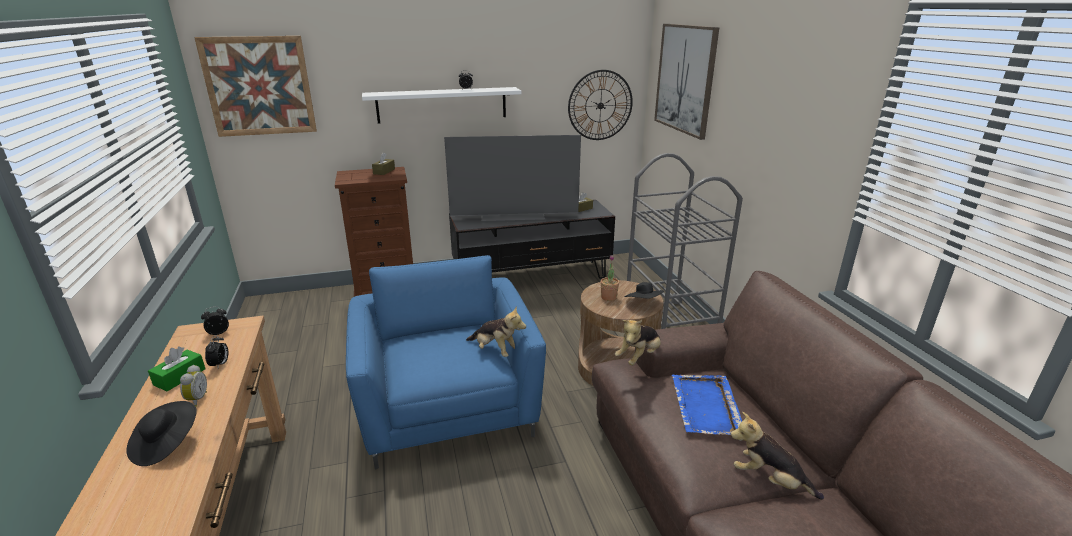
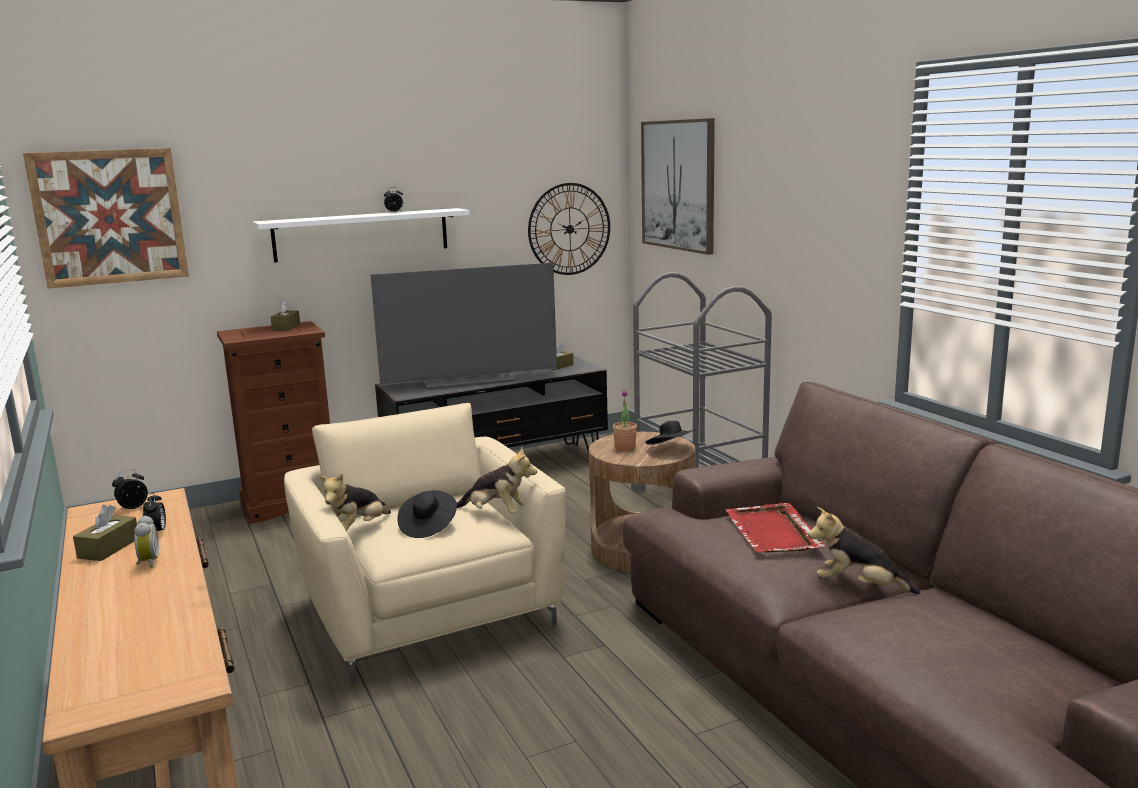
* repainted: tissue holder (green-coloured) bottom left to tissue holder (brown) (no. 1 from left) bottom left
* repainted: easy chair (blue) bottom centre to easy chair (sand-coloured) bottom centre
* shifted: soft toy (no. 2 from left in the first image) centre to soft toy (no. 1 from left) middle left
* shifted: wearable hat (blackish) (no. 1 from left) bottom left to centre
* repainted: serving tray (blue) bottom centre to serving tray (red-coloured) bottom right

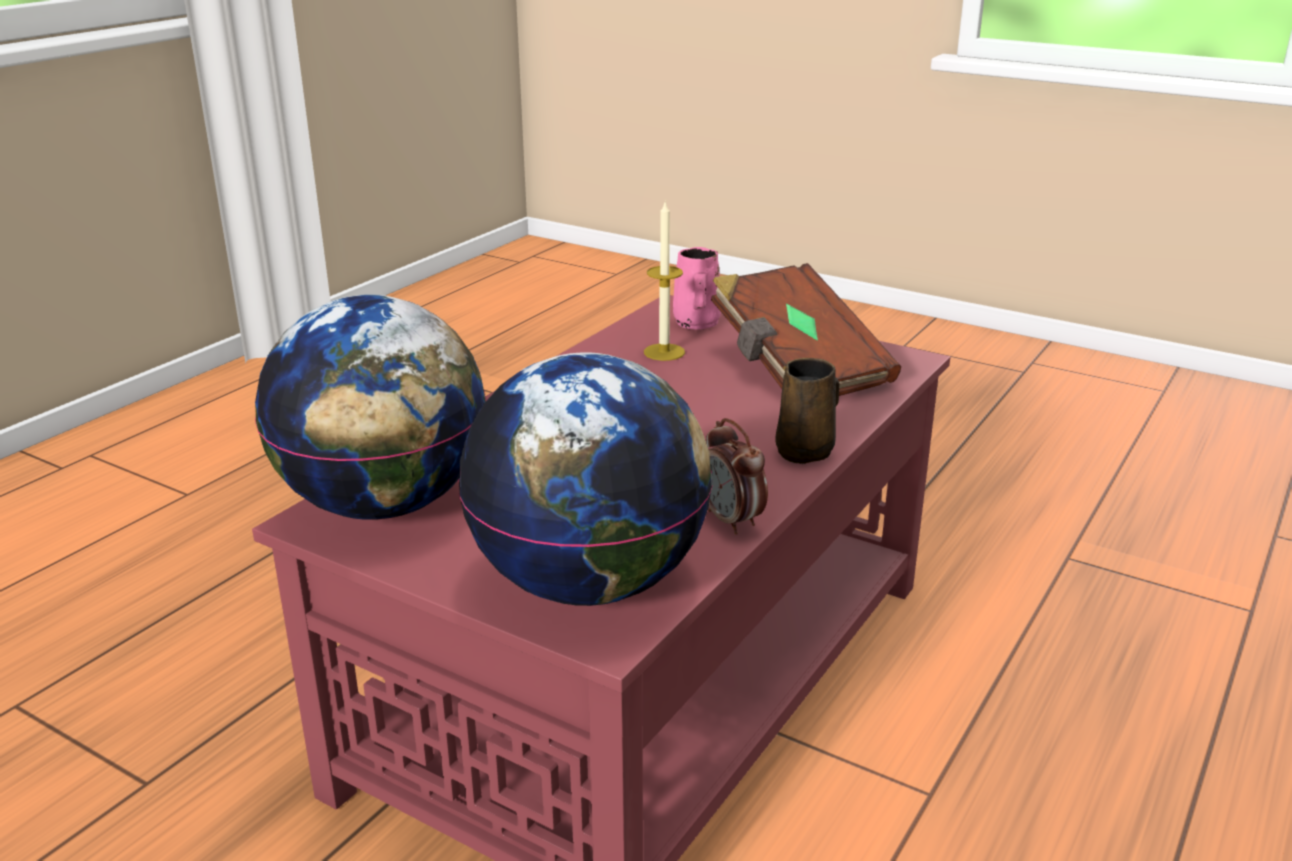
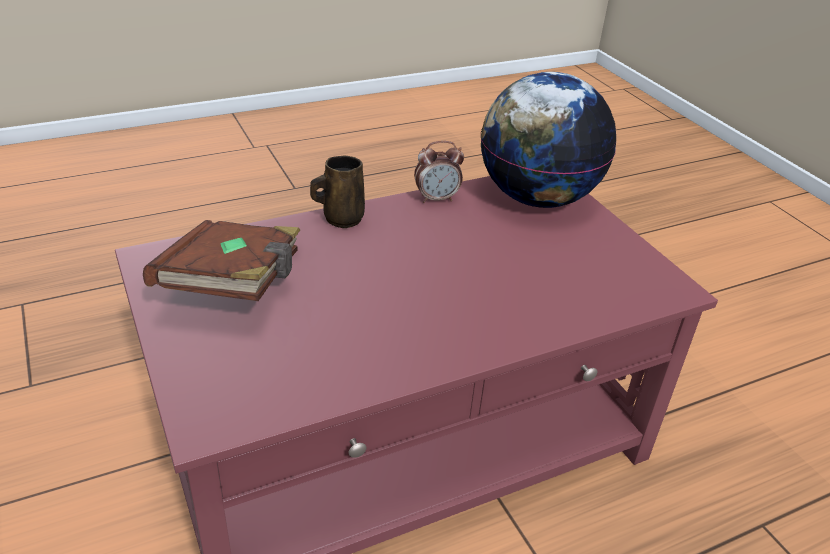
* rotated: alarm clock centre = top centre 75 degrees clockwise
* gone: desk globe (no. 1 from left) middle left
* gone: candle top centre
* gone: mug (pink-coloured) centre

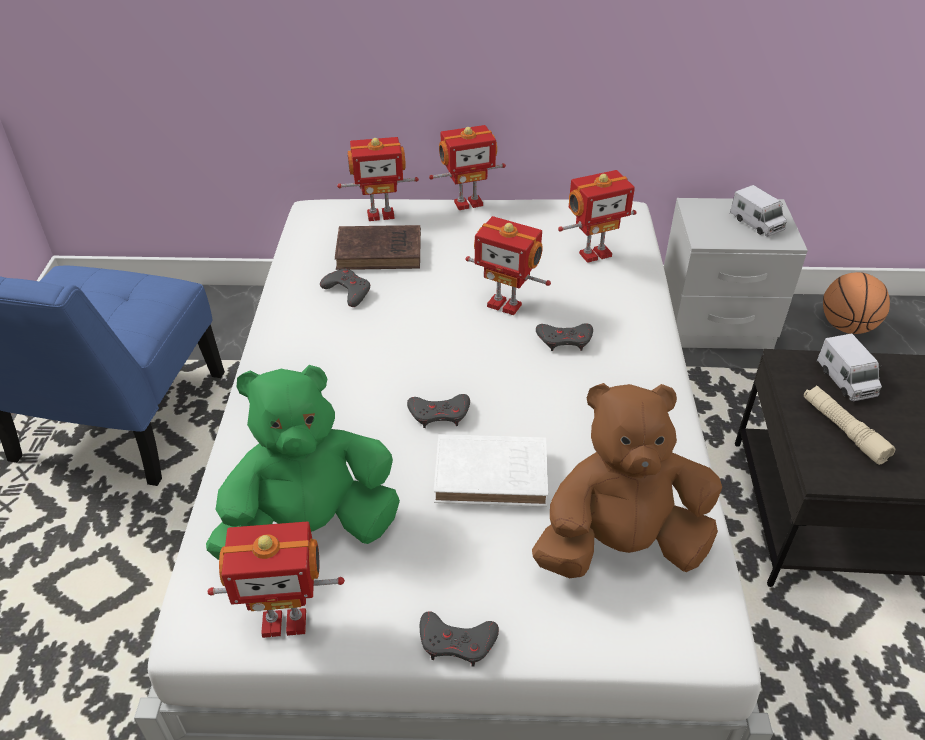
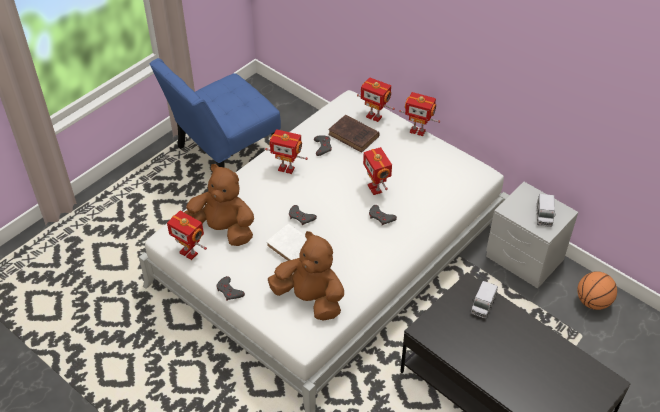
* repainted: soft toy (green-coloured) middle left to soft toy (brown) (no. 1 from left) middle left
* shifted: toy robot (no. 5 from left in the first image) top centre to toy robot (no. 2 from left) centre
* gone: hand torch (sand-coloured) middle right

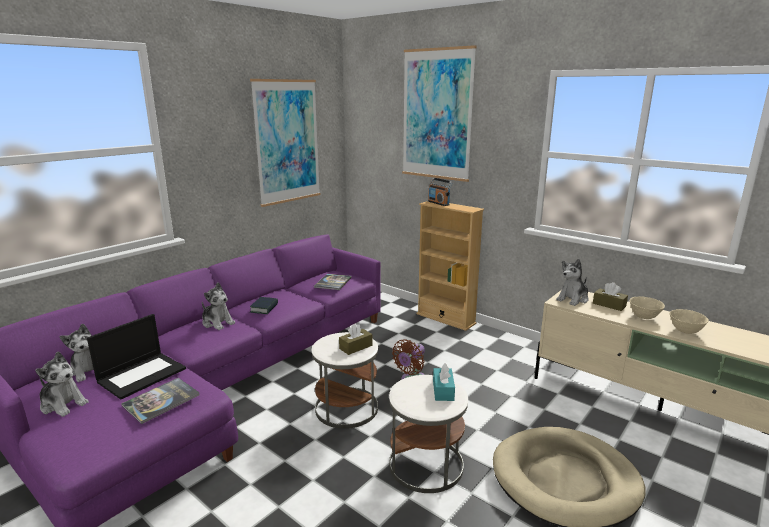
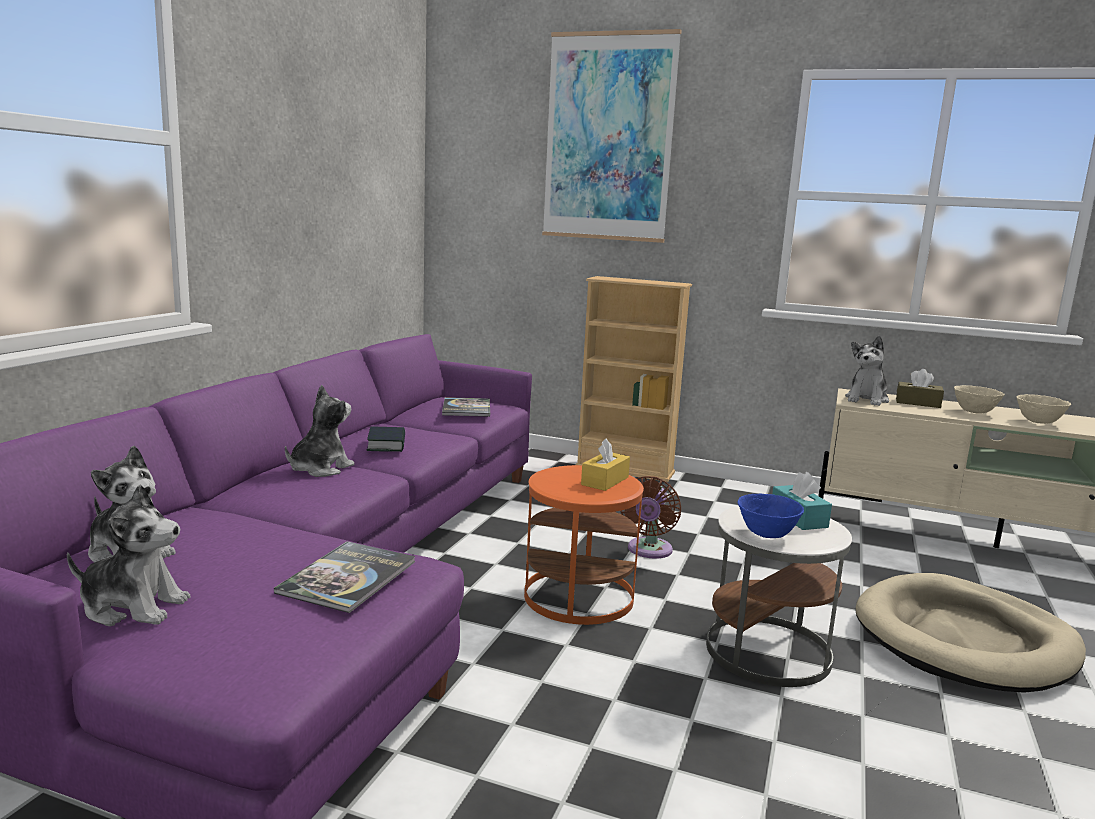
* rotated: soft toy (no. 3 from left) middle left = middle left 75 degrees counterclockwise
* repainted: end table (white-coloured) (no. 1 from left) bottom centre to end table (orange-coloured) centre
* repainted: tissue holder (brown) (no. 1 from left) centre to tissue holder (yellow-coloured) centre
* new: deep dish (blue) middle right
* gone: portable computer bottom left
* gone: wall art (no. 1 from left) top centre
* gone: radio receiver centre

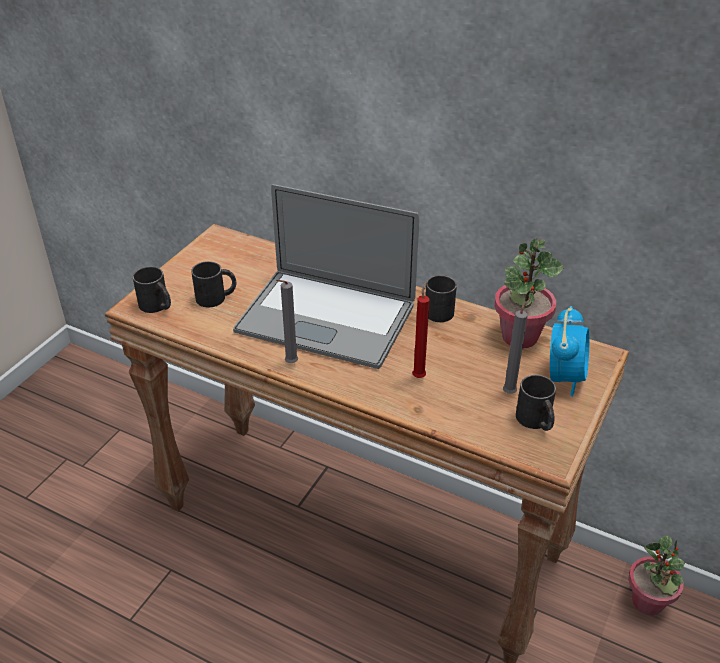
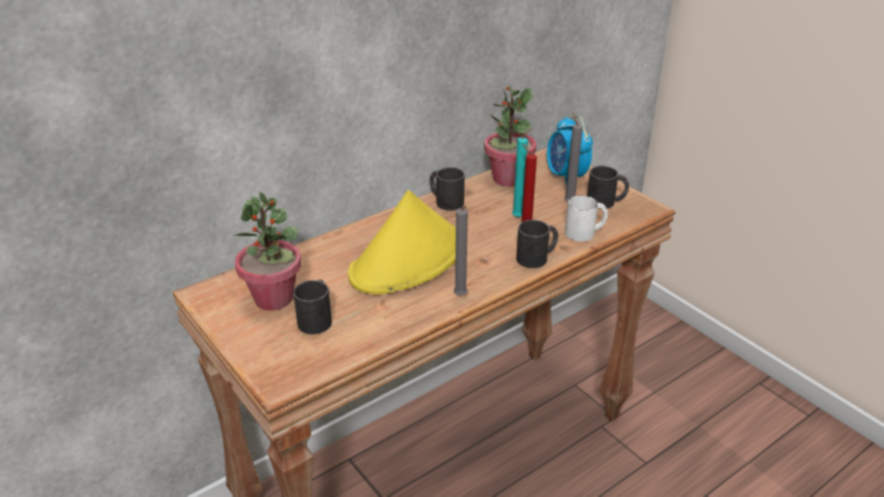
* shifted: plant in a pot (no. 2 from left in the first image) bottom right to plant in a pot (no. 1 from left) middle left
* swapped: portable computer centre to wearable hat (yellow-coloured) centre
* new: candle (blue-green) centre
* shifted: mug (blackish) (no. 1 from left in the first image) middle left to mug (blackish) (no. 3 from left) centre
* rotated: alarm clock middle right = top centre 150 degrees counterclockwise
* new: mug (white-coloured) centre

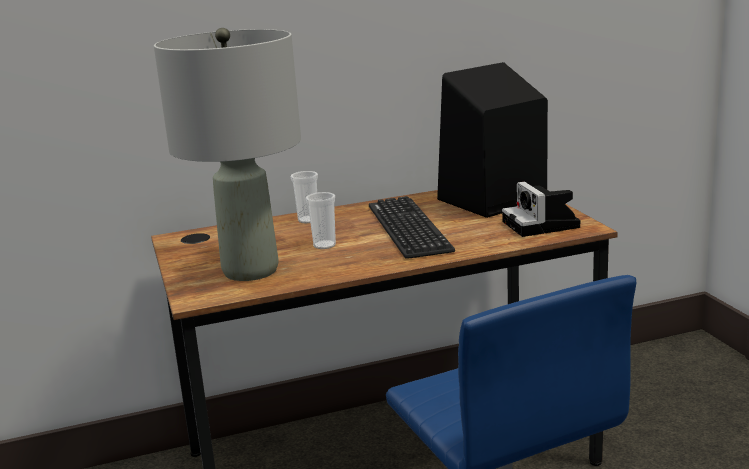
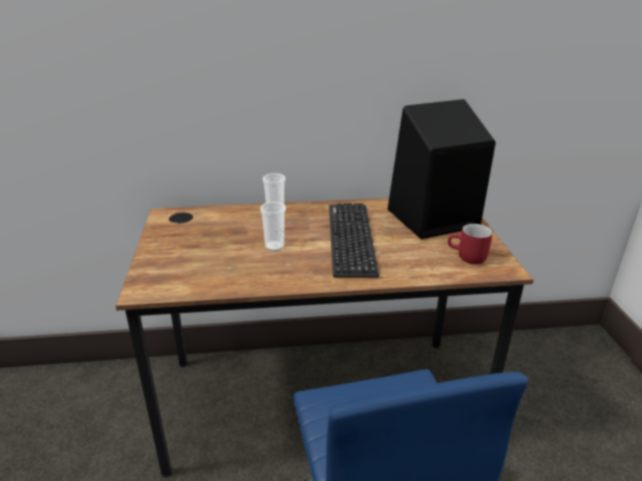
* swapped: still camera middle right to mug (red-coloured) middle right
* gone: lamp for a table (grey) top left

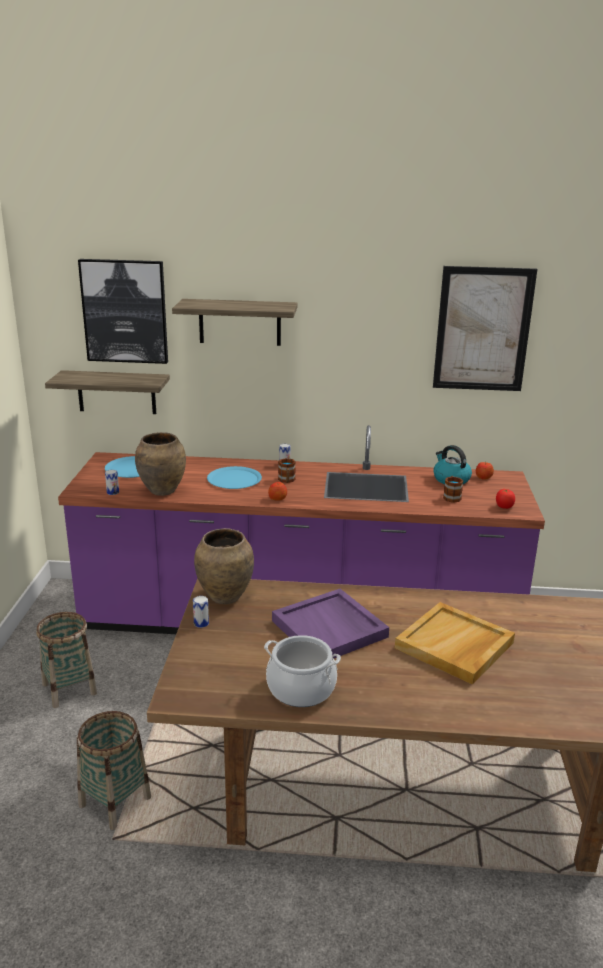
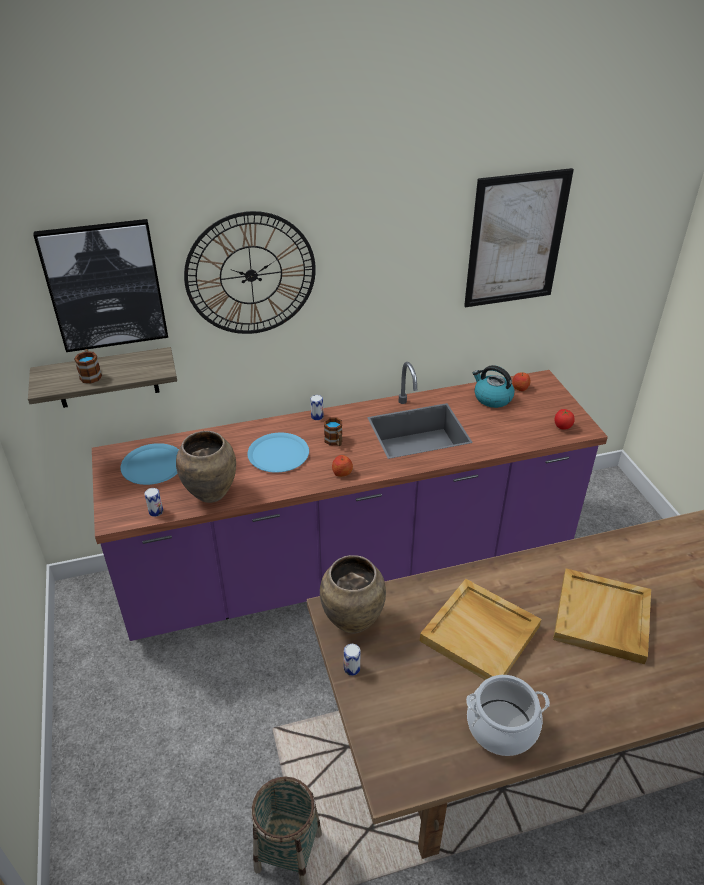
* shifted: mug (no. 2 from left in the first image) middle right to mug (no. 1 from left) middle left
* swapped: wall shelf (no. 2 from left) top centre to clock on the wall top centre
* repainted: serving tray (purple) centre to serving tray (sand-coloured) (no. 1 from left) bottom right
* gone: basket (no. 1 from left) bottom left

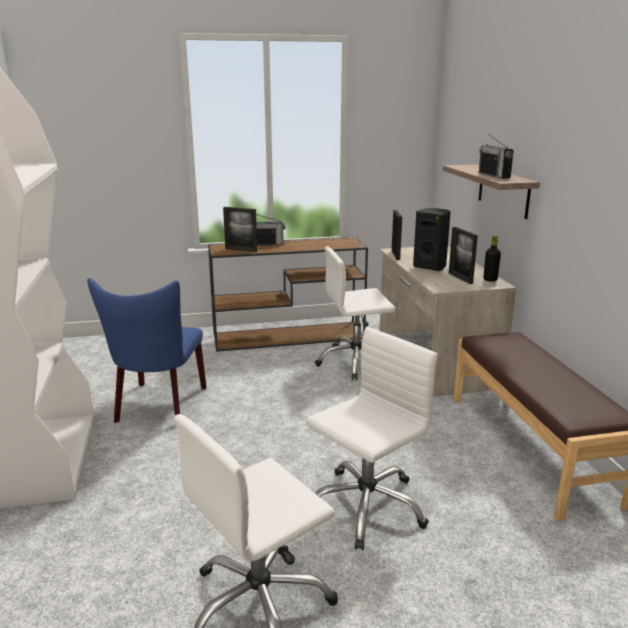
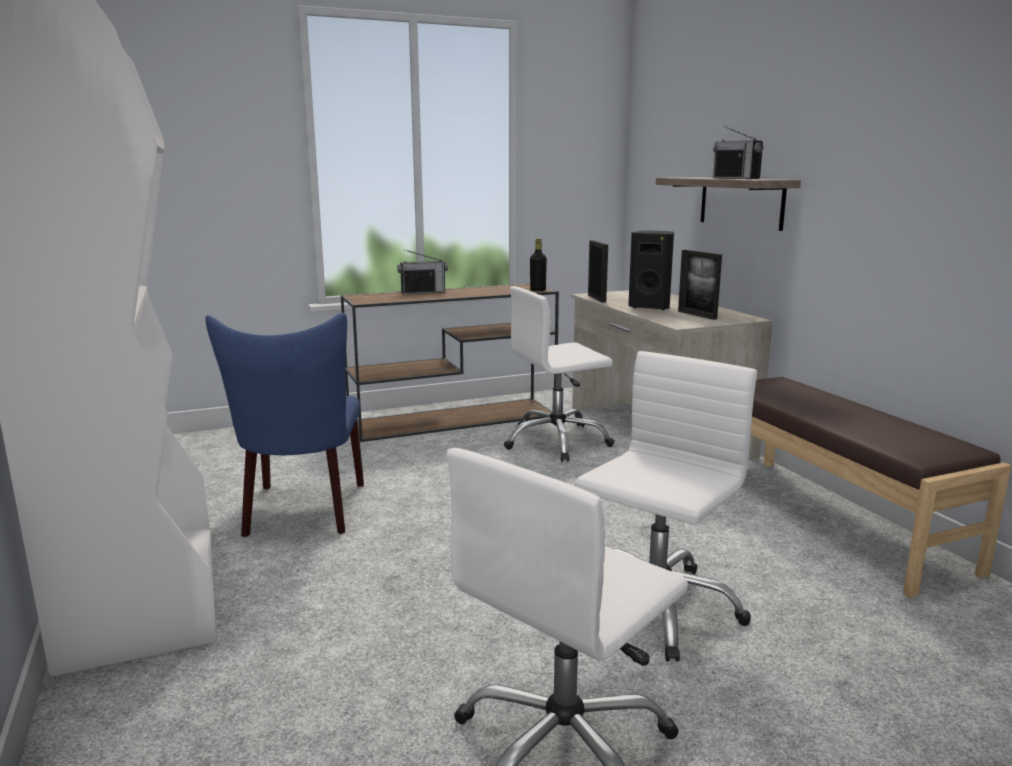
* shifted: bottle (blackish) middle right to centre
* gone: photo frame (no. 1 from left) centre

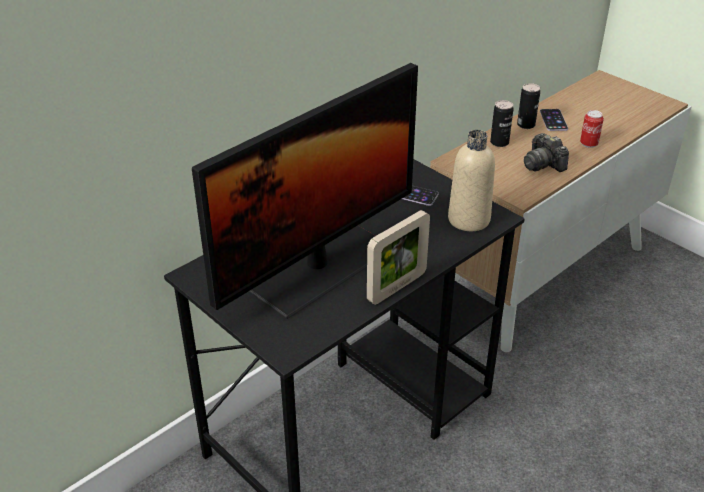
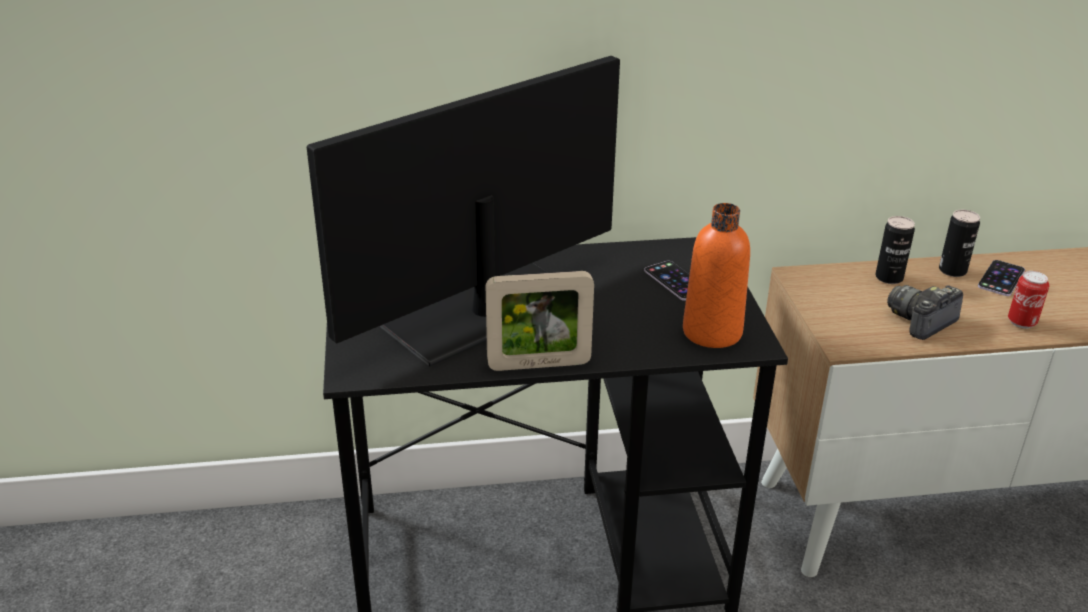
* rotated: computer display centre = centre 150 degrees clockwise
* repainted: bottle (sand-coloured) middle right to bottle (orange-coloured) centre
* rotated: still camera top right = middle right 45 degrees clockwise

